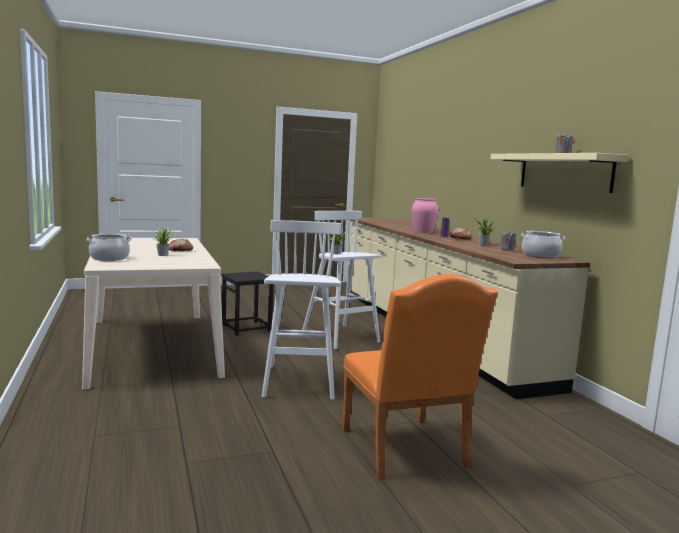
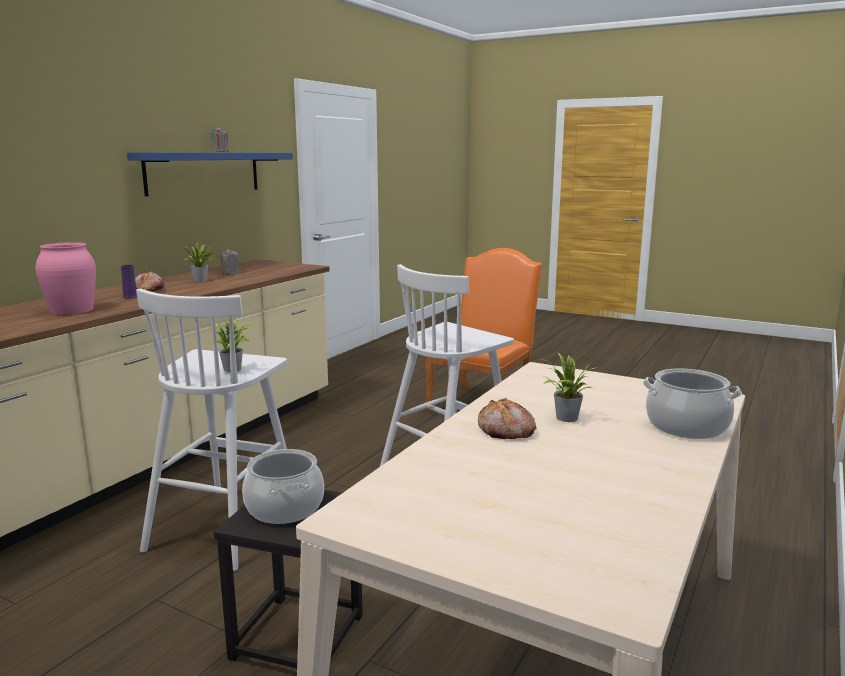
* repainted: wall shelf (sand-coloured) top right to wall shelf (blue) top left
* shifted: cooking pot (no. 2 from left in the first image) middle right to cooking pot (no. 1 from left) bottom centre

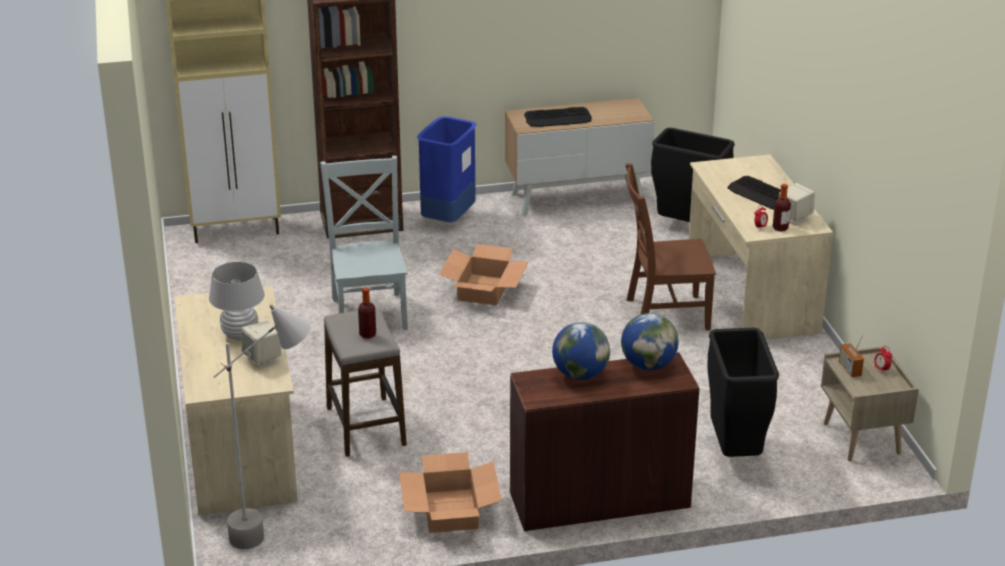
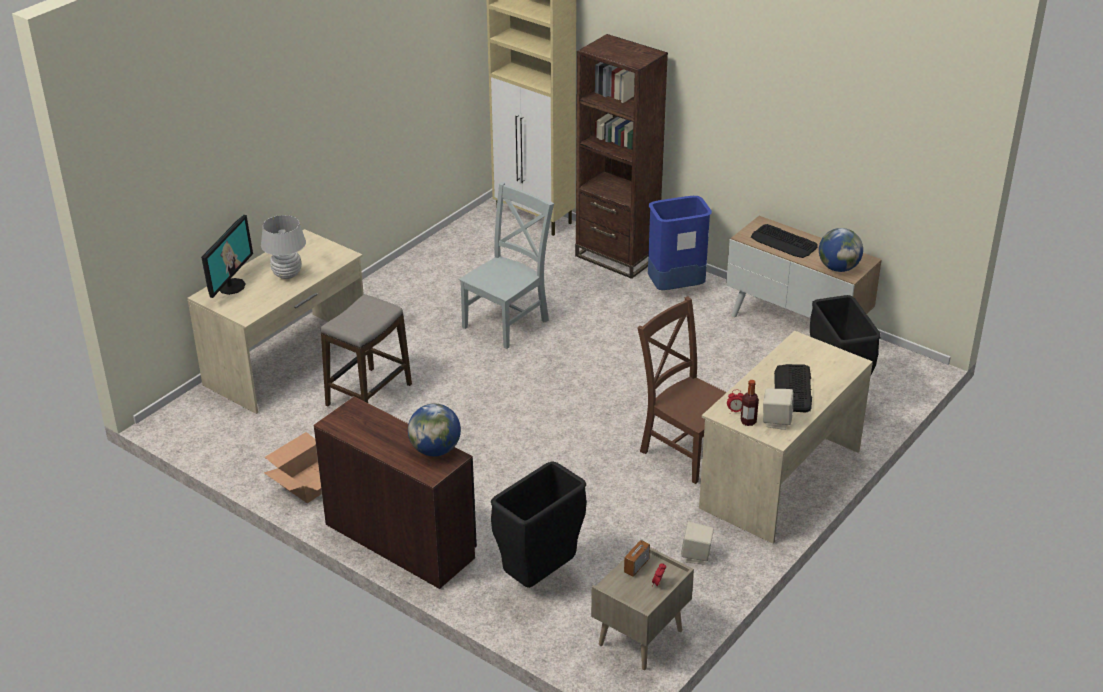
* new: computer display middle left
* shifted: speaker (sand-coloured) (no. 1 from left) middle left to bottom centre
* shifted: desk globe (no. 1 from left in the first image) centre to desk globe (no. 2 from left) middle right
* gone: floor lamp (grey) bottom left
* gone: bottle (no. 1 from left) centre
* gone: packing box (no. 2 from left) centre

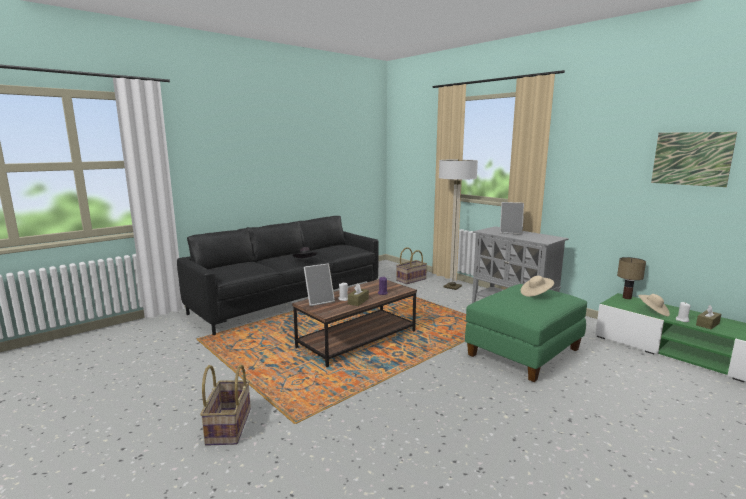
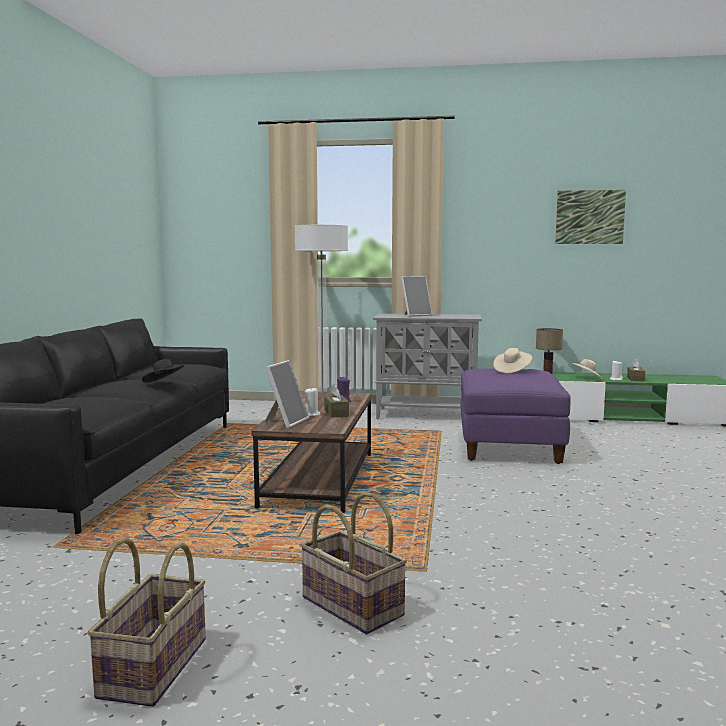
* shifted: basket (no. 2 from left in the first image) centre to basket (no. 1 from left) bottom left
* repainted: ottoman (green-coloured) bottom right to ottoman (purple) middle right

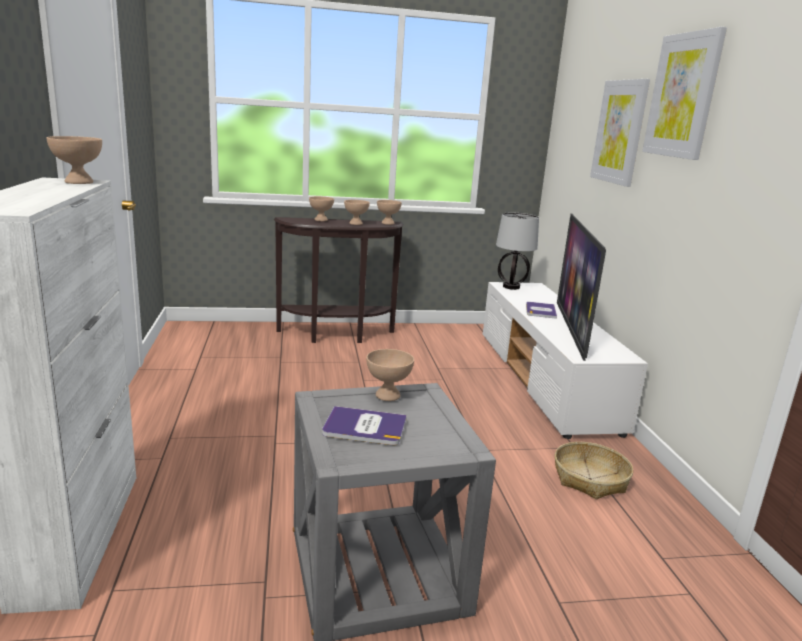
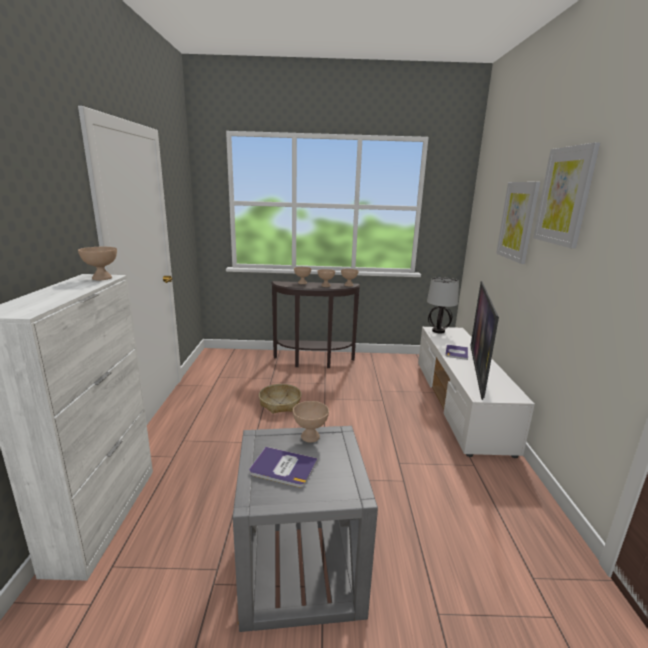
* shifted: basket bottom right to centre

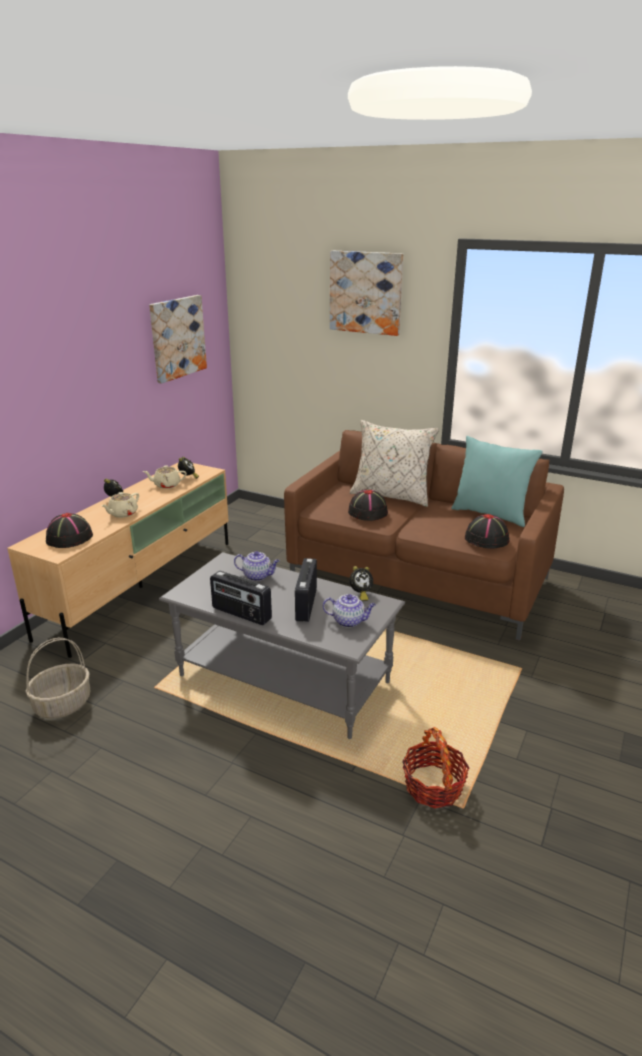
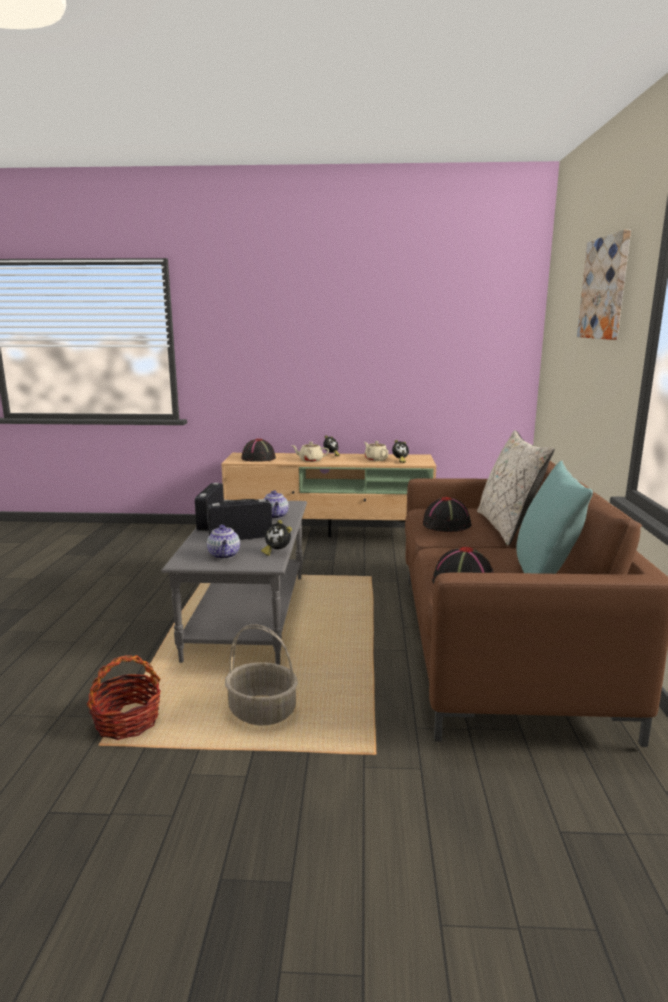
* shifted: basket (no. 1 from left in the first image) middle left to basket (no. 2 from left) bottom centre
* gone: wall art (no. 1 from left) top left

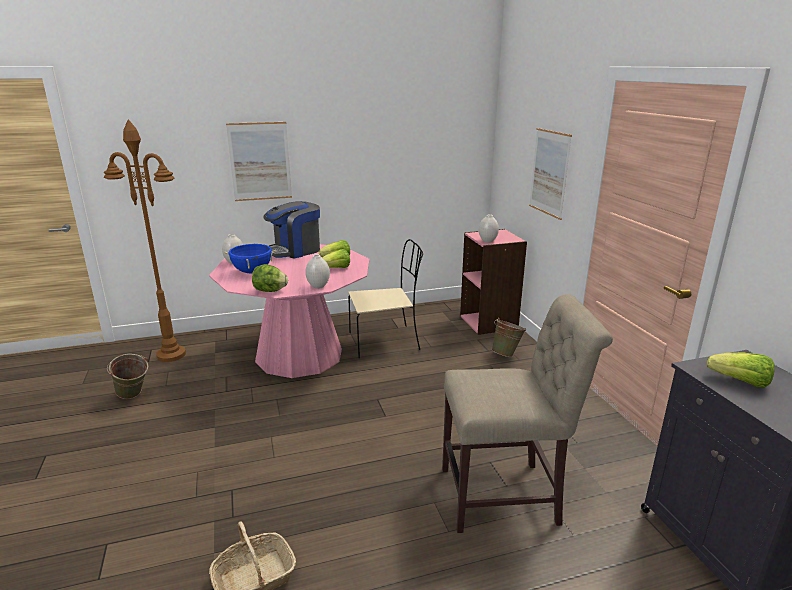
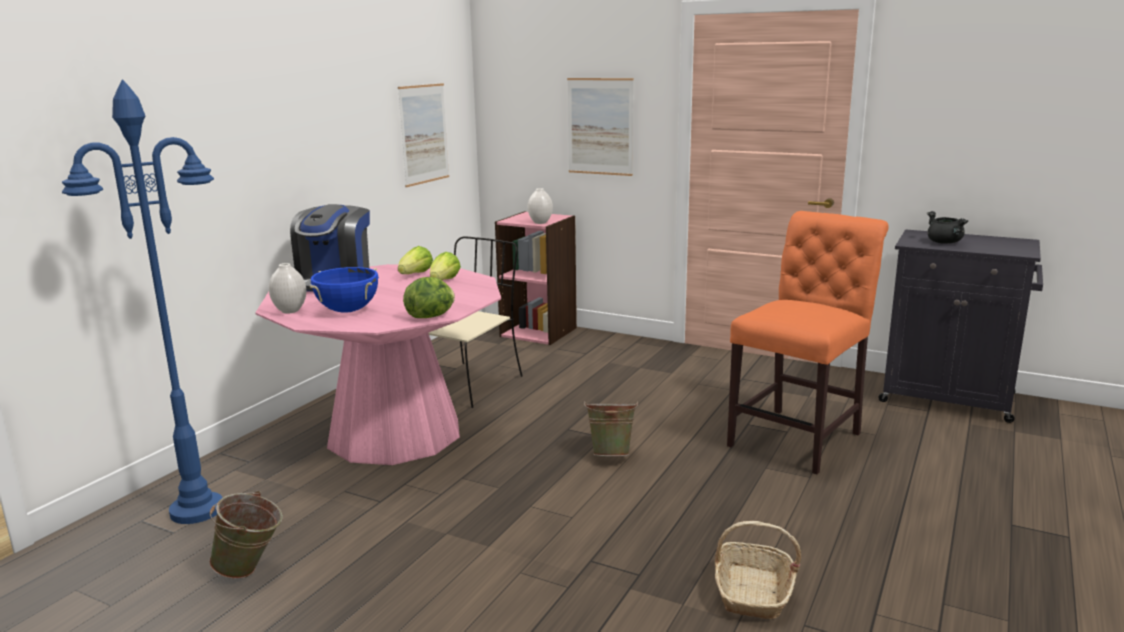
* repainted: floor lamp (brown) middle left to floor lamp (blue) middle left
* shifted: wall art (no. 1 from left) top left to top centre
* shifted: pail (green-coloured) (no. 2 from left) centre to bottom centre
* repainted: plain chair (sand-coloured) (no. 2 from left) bottom centre to plain chair (orange-coloured) middle right
* swapped: lettuce (no. 4 from left) middle right to cooking pot (blackish) middle right
* gone: vase (white-coloured) (no. 2 from left) centre

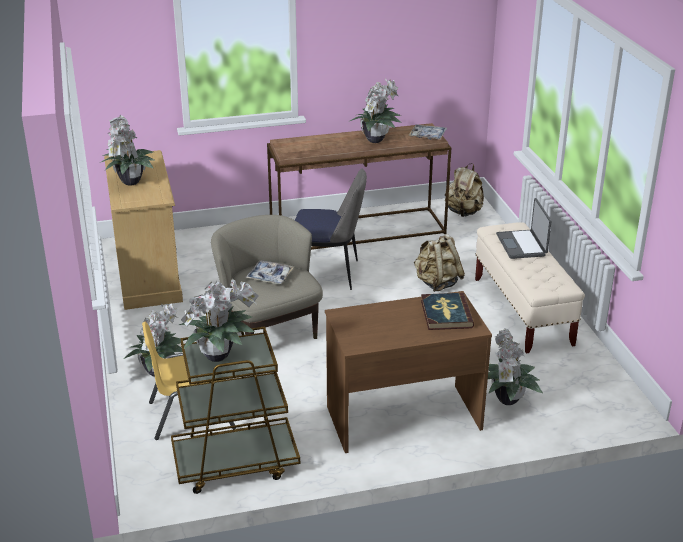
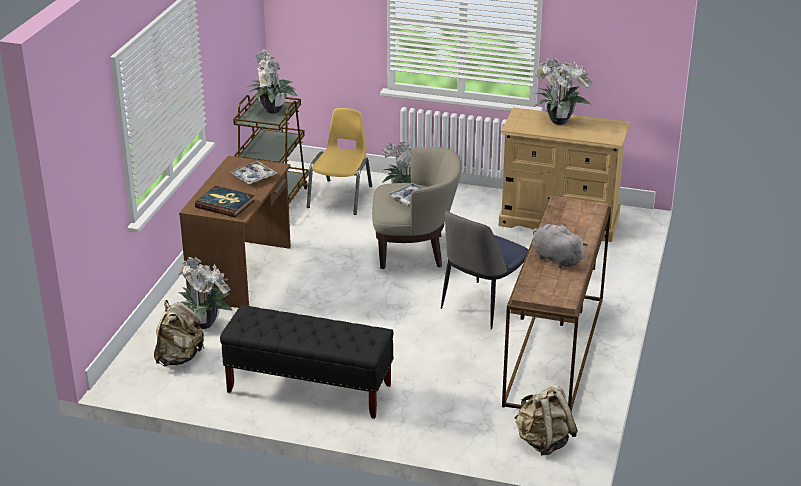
* shifted: rucksack (sand-coloured) (no. 1 from left) centre to bottom left
* repainted: long seat (sand-coloured) middle right to long seat (blackish) bottom centre
* shifted: serving tray (no. 2 from left in the first image) top centre to serving tray (no. 1 from left) middle left
* swapped: plant in a pot (no. 4 from left) top centre to soft toy (grey) middle right
* gone: portable computer middle right

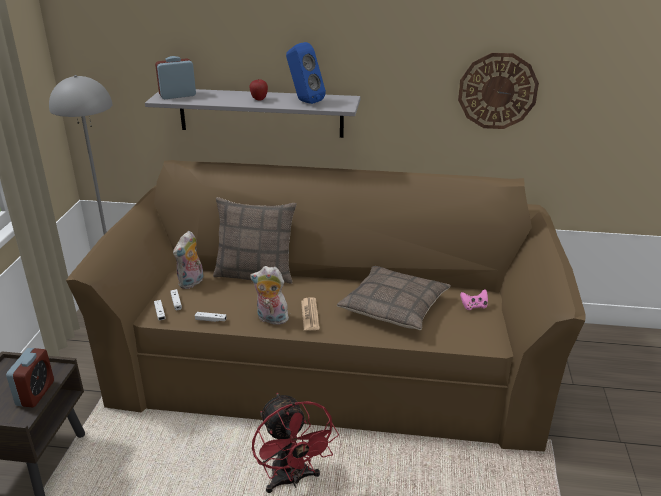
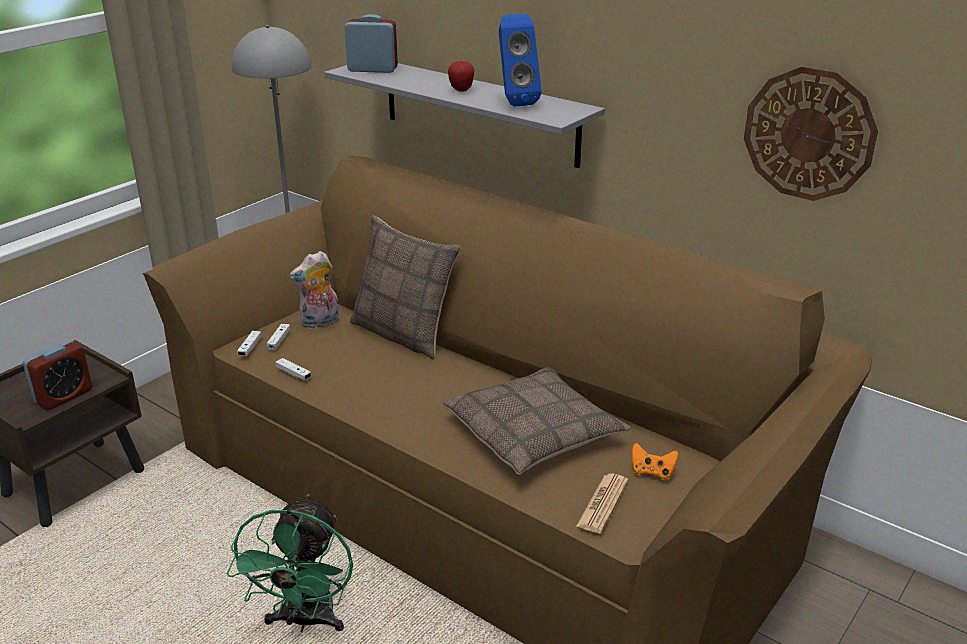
* repainted: cooling fan (red-coloured) bottom centre to cooling fan (green-coloured) bottom left
* shifted: newspaper centre to bottom centre
* repainted: gamepad (pink-coloured) middle right to gamepad (orange-coloured) bottom right
* gone: soft toy (no. 2 from left) centre

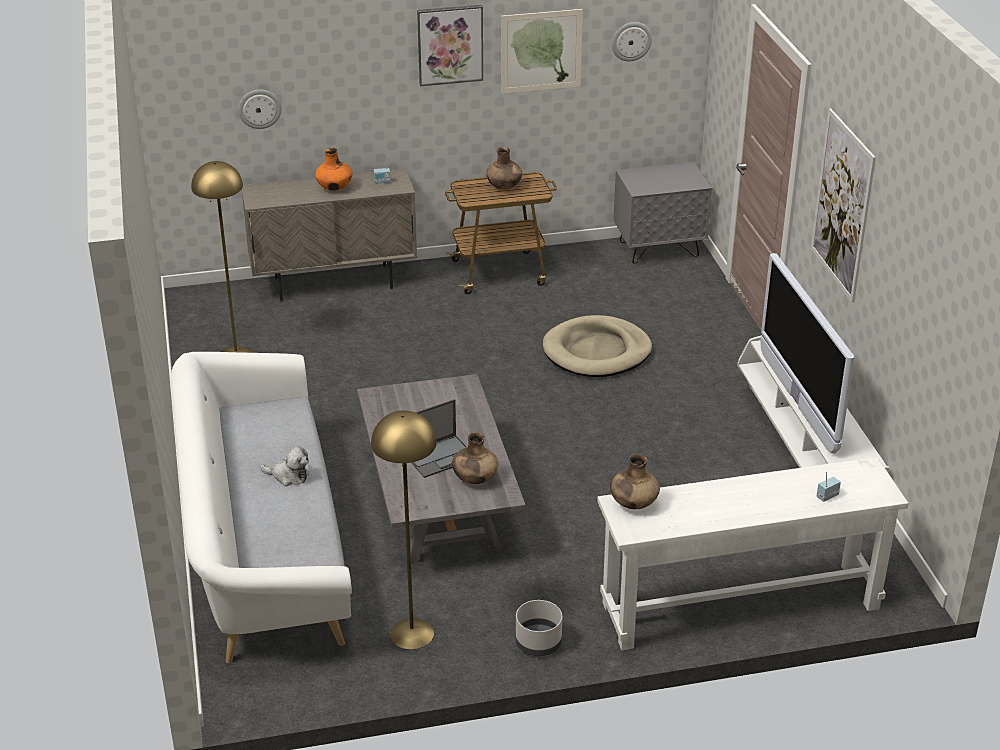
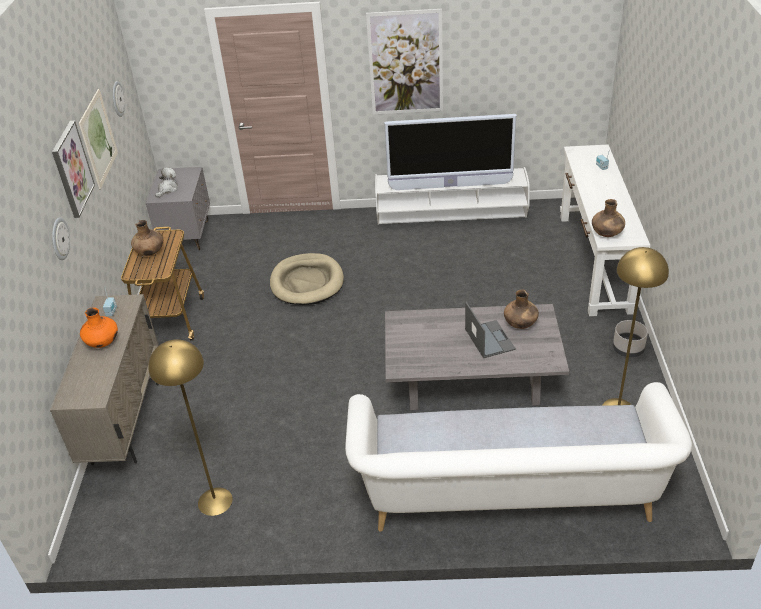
* shifted: clock on the wall (no. 1 from left) top left to middle left
* shifted: soft toy middle left to top left

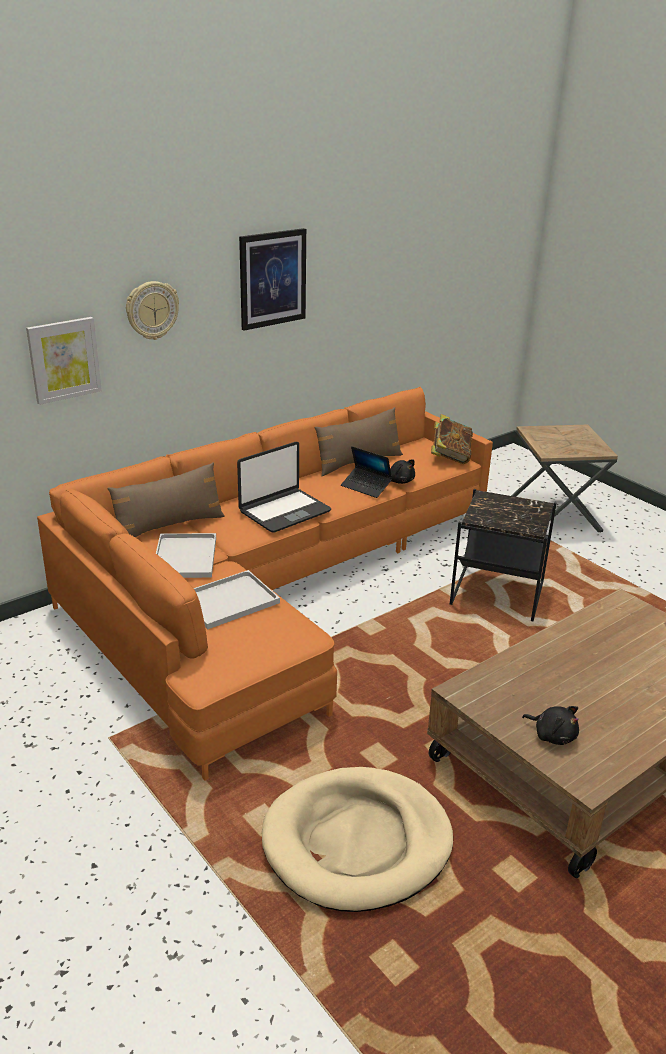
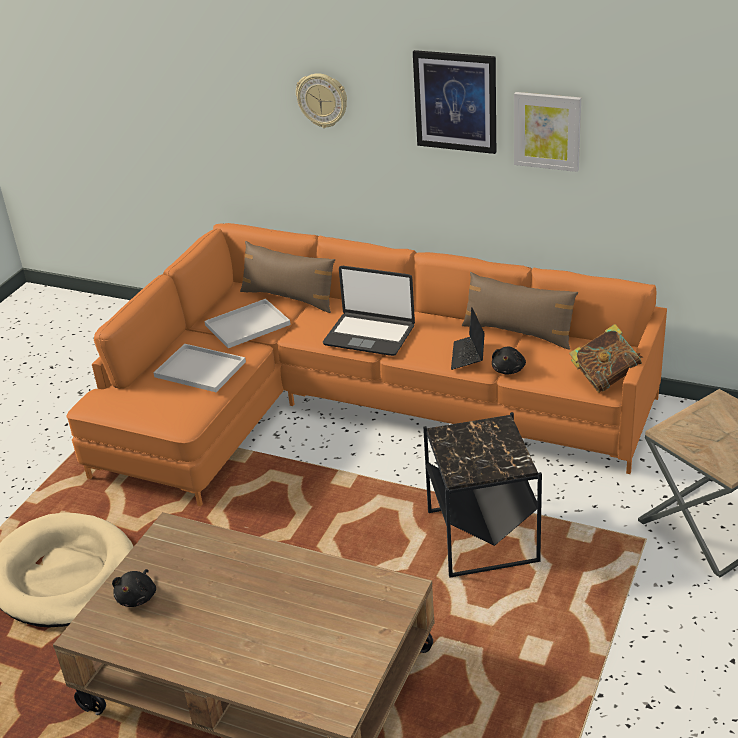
* shifted: wall art (no. 1 from left in the first image) middle left to wall art (no. 2 from left) top right

